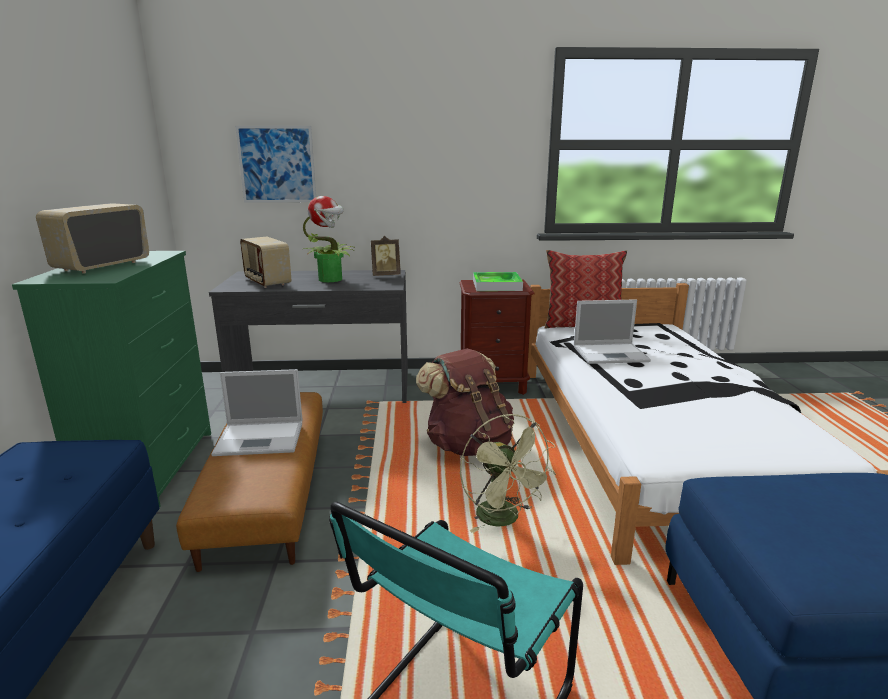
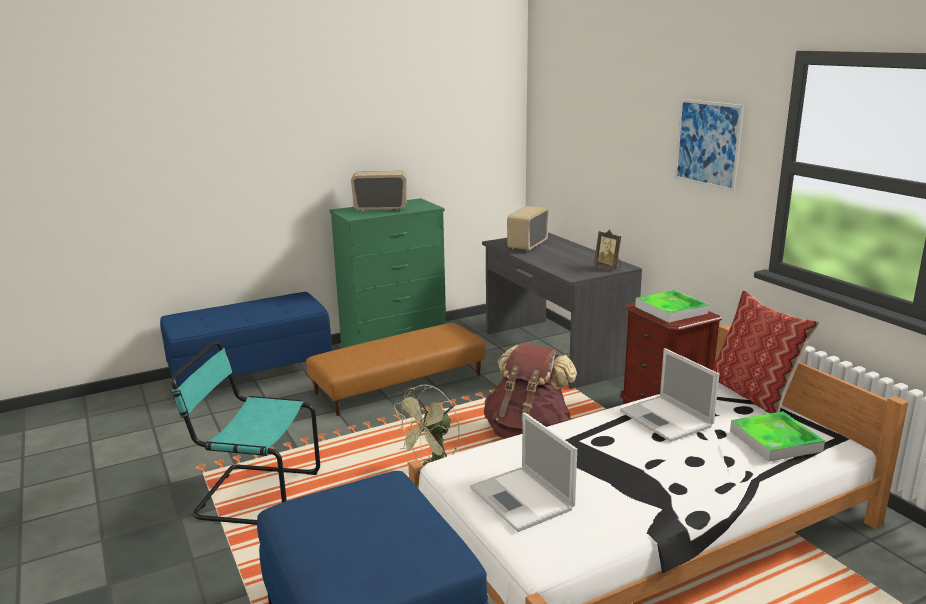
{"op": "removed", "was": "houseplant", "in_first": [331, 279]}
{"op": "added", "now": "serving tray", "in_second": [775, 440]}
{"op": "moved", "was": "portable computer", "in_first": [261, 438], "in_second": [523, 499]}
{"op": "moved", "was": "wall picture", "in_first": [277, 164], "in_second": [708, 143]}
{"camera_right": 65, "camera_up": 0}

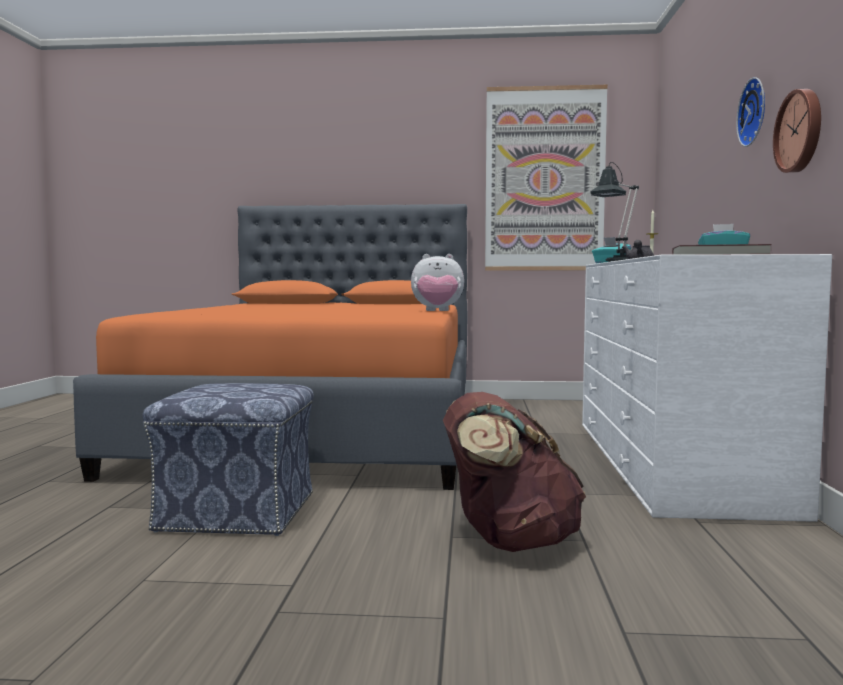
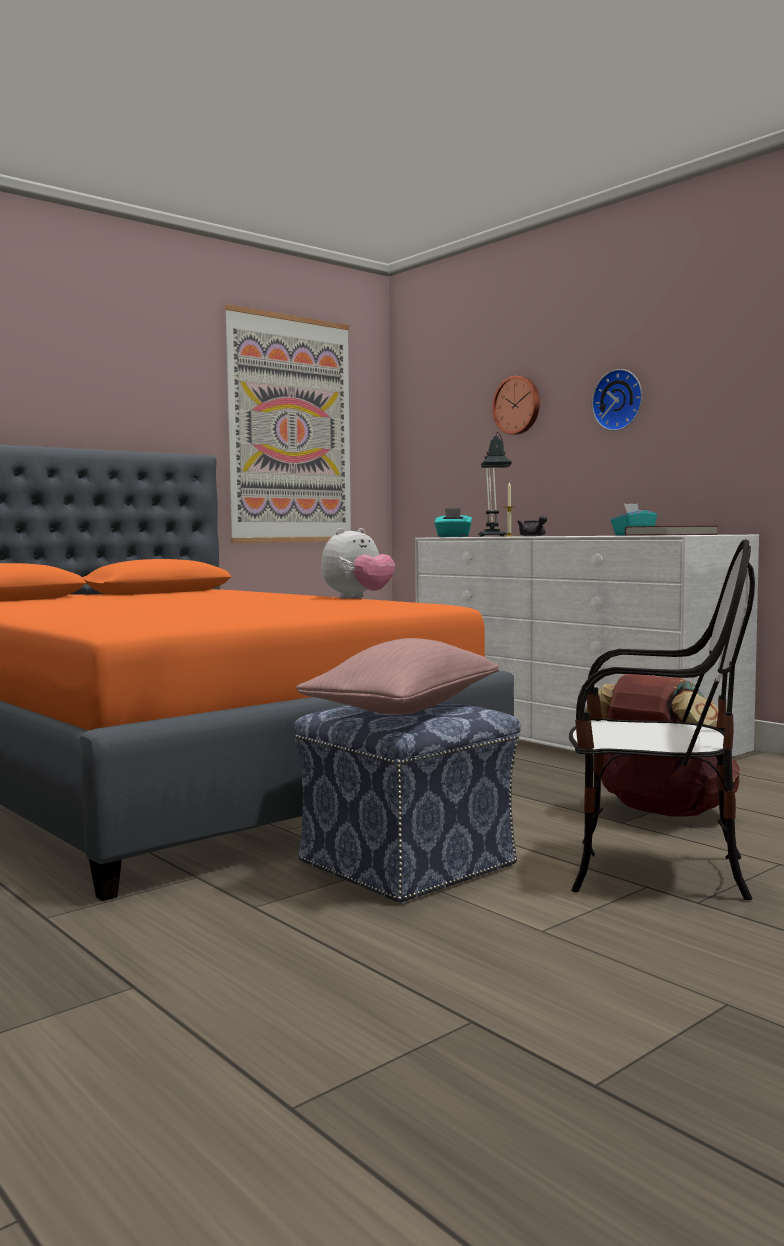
{"op": "added", "now": "pink-coloured throw pillow", "in_second": [404, 710]}
{"op": "added", "now": "upright chair", "in_second": [655, 871]}
{"op": "moved", "was": "wall clock", "in_first": [800, 131], "in_second": [518, 405]}
{"camera_right": -45, "camera_up": 0}

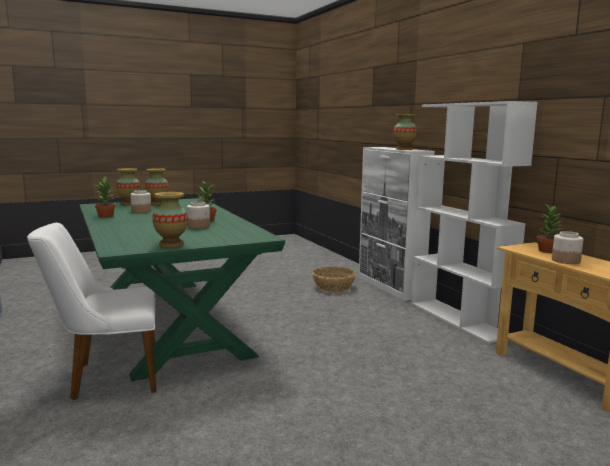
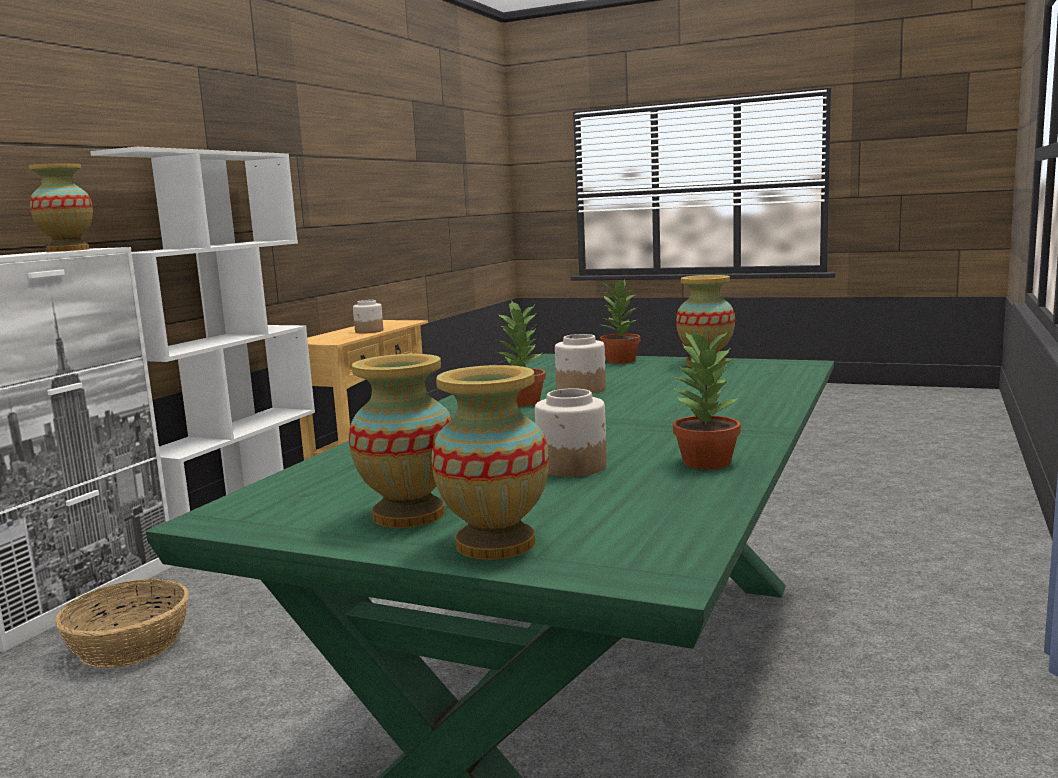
{"op": "removed", "was": "white upright chair", "in_first": [106, 377]}
{"op": "moved", "was": "houseplant", "in_first": [547, 251], "in_second": [620, 361]}
{"camera_right": -130, "camera_up": 0}

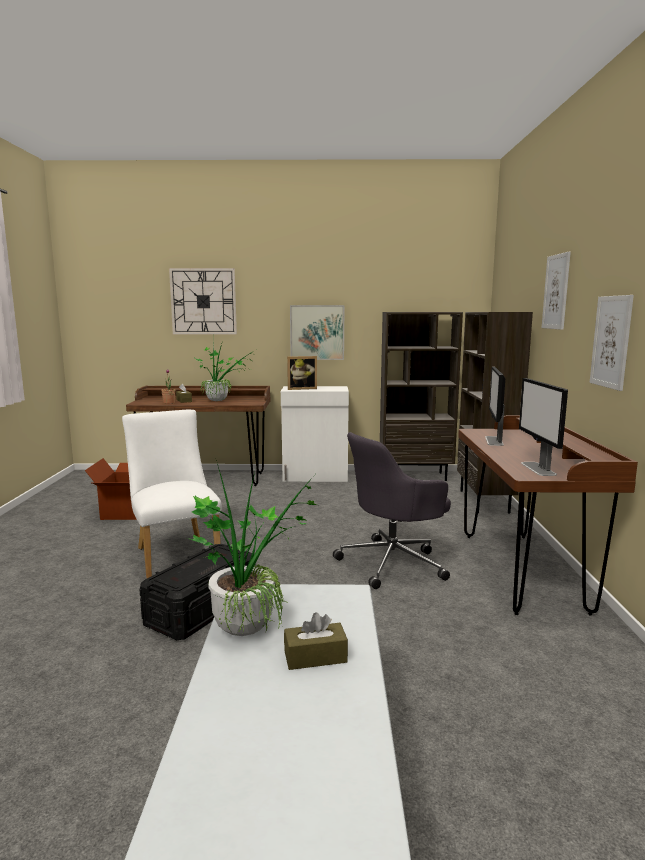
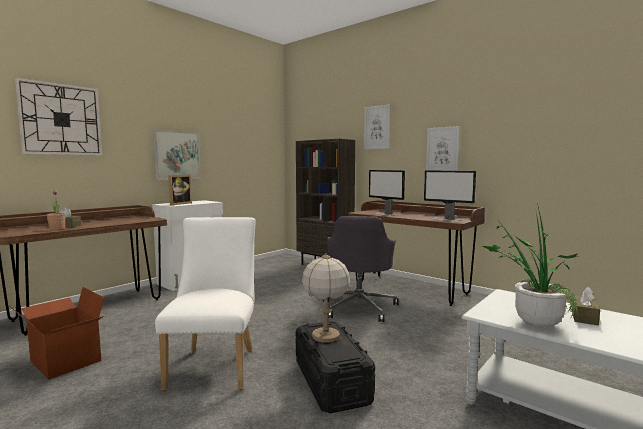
{"op": "removed", "was": "houseplant", "in_first": [222, 400]}
{"op": "removed", "was": "brownish bookshelf", "in_first": [415, 476]}
{"op": "added", "now": "lamp for a table", "in_second": [325, 336]}
{"op": "turned", "was": "white upright chair", "in_first": [175, 553], "in_second": [215, 364], "clockwise": 75}
{"camera_right": -50, "camera_up": -5}

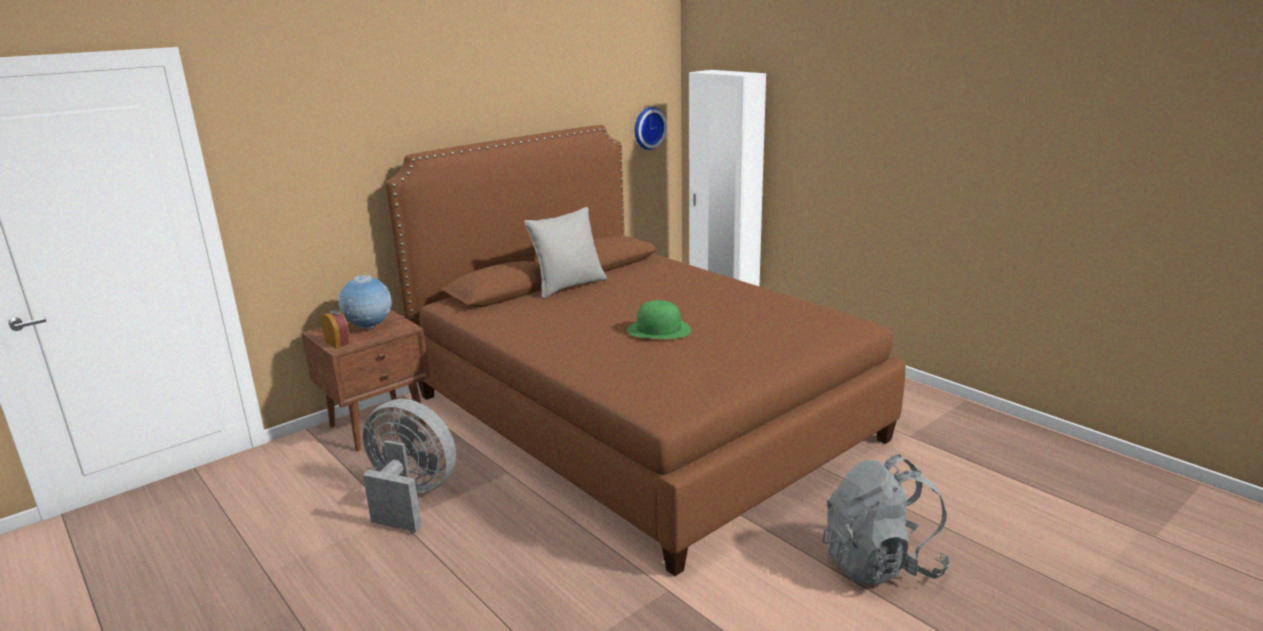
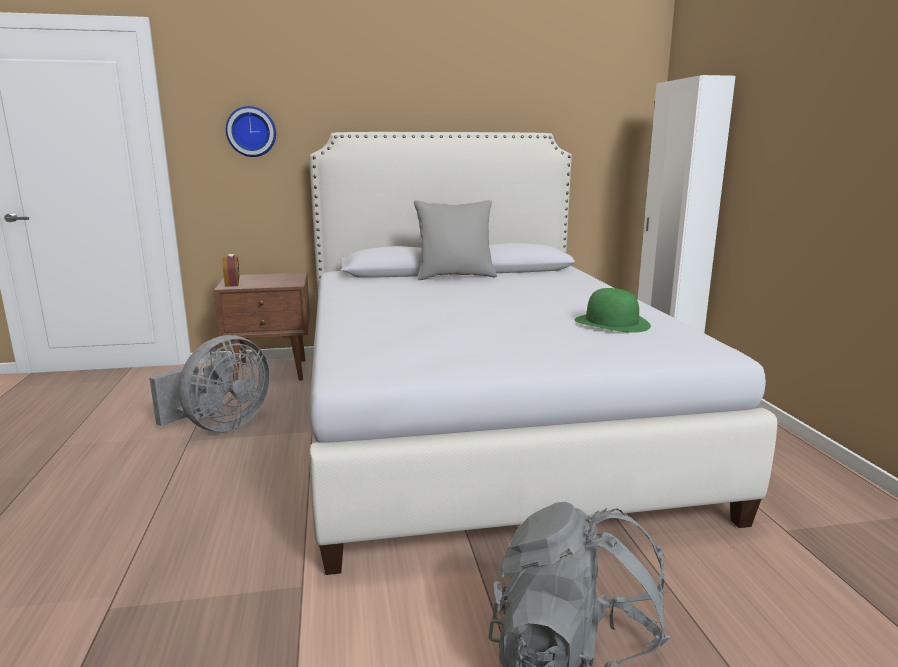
{"op": "removed", "was": "world globe", "in_first": [369, 327]}
{"op": "moved", "was": "green-coloured clothing hat", "in_first": [659, 329], "in_second": [612, 323]}
{"op": "moved", "was": "wall clock", "in_first": [647, 128], "in_second": [251, 131]}
{"op": "recoloured", "was": "brownish sleeping bed", "now": "white sleeping bed", "in_first": [638, 416], "in_second": [479, 420]}
{"op": "turned", "was": "grey electric fan", "in_first": [411, 497], "in_second": [220, 426], "clockwise": 75}
{"camera_right": 30, "camera_up": -5}

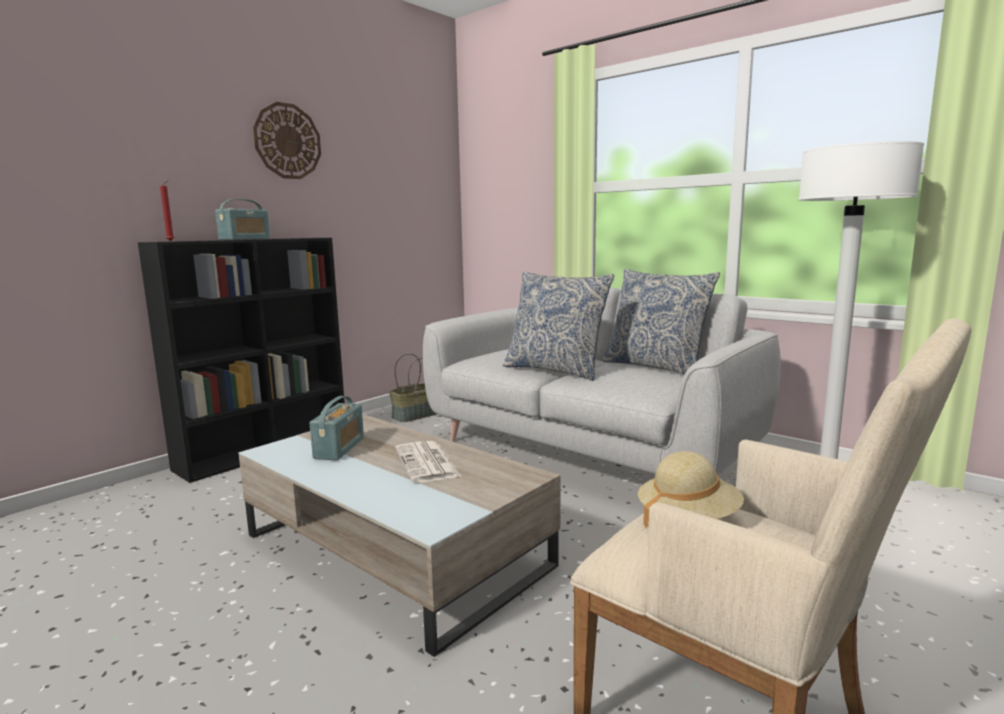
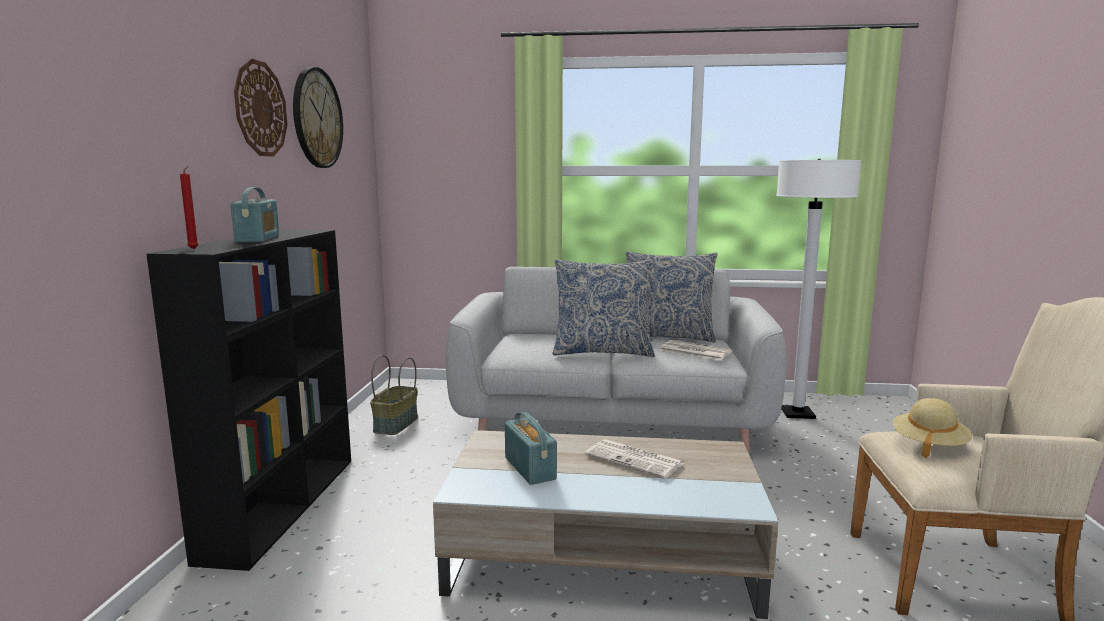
{"op": "added", "now": "wall clock", "in_second": [317, 118]}
{"op": "added", "now": "daily paper", "in_second": [693, 351]}
{"camera_right": -35, "camera_up": 0}

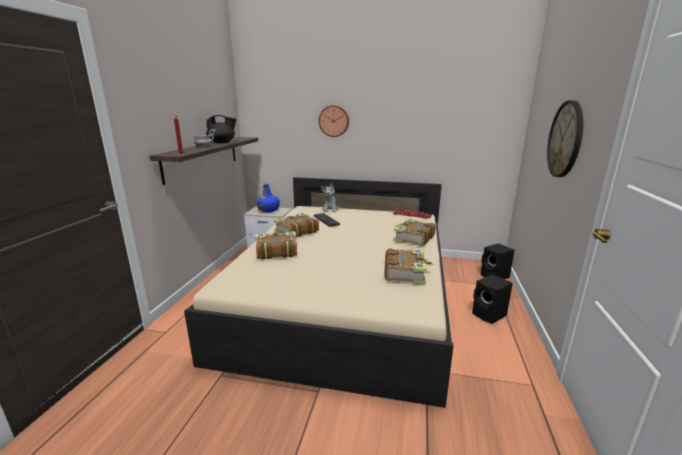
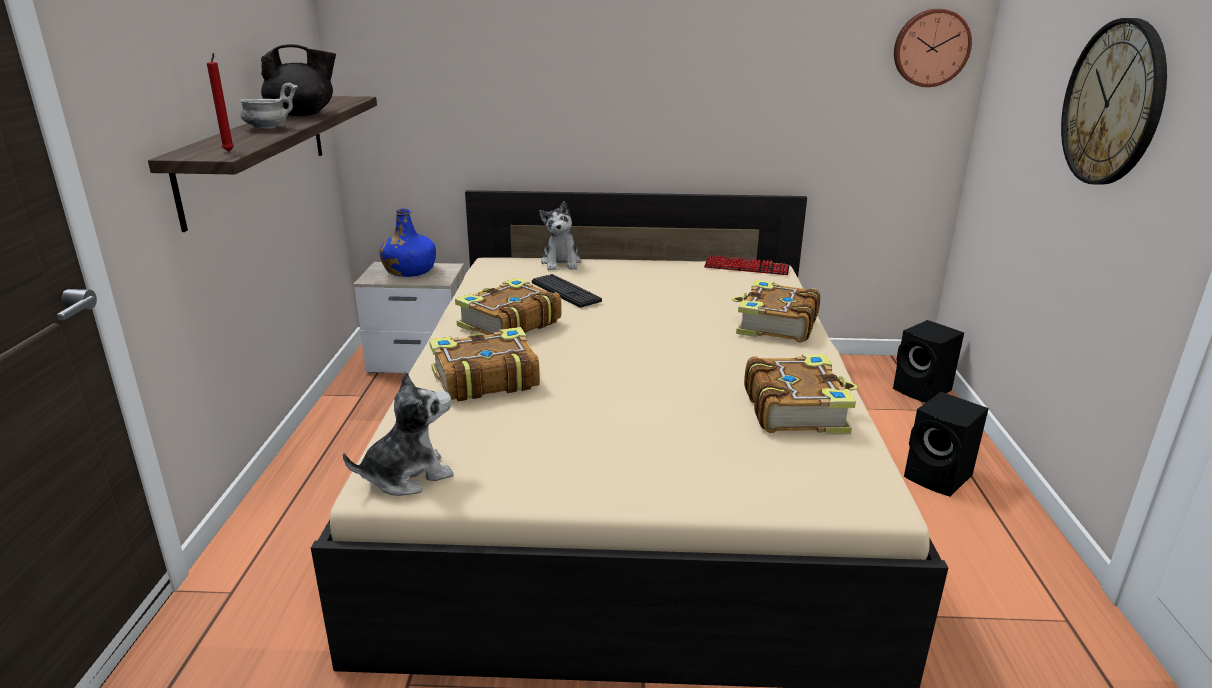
{"op": "added", "now": "soft toy", "in_second": [407, 476]}
{"op": "moved", "was": "wall clock", "in_first": [334, 121], "in_second": [930, 48]}
{"camera_right": -10, "camera_up": 5}

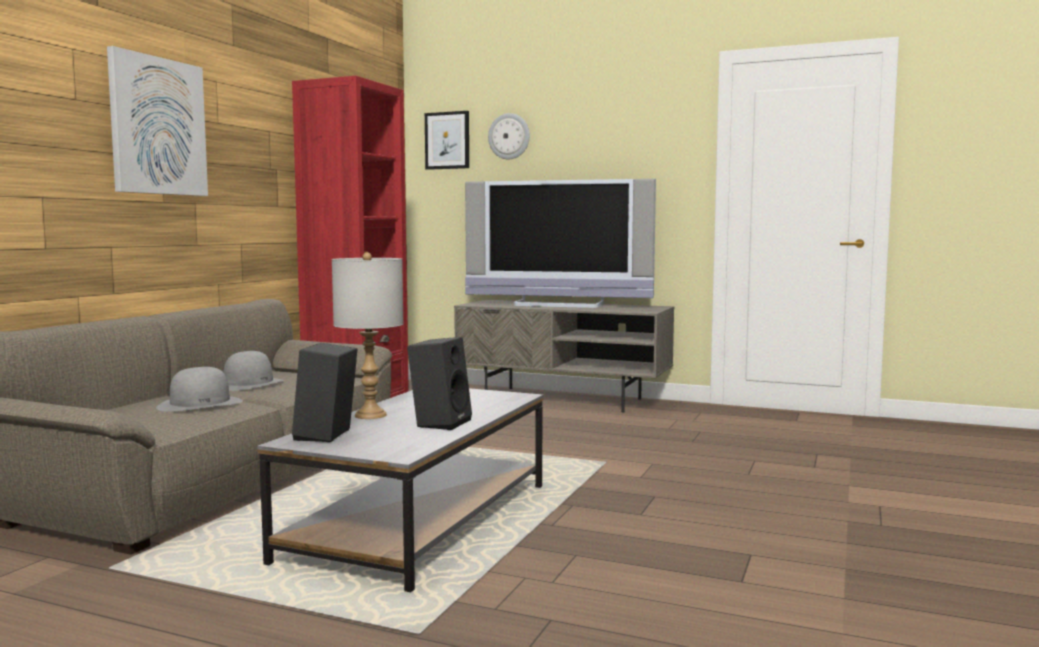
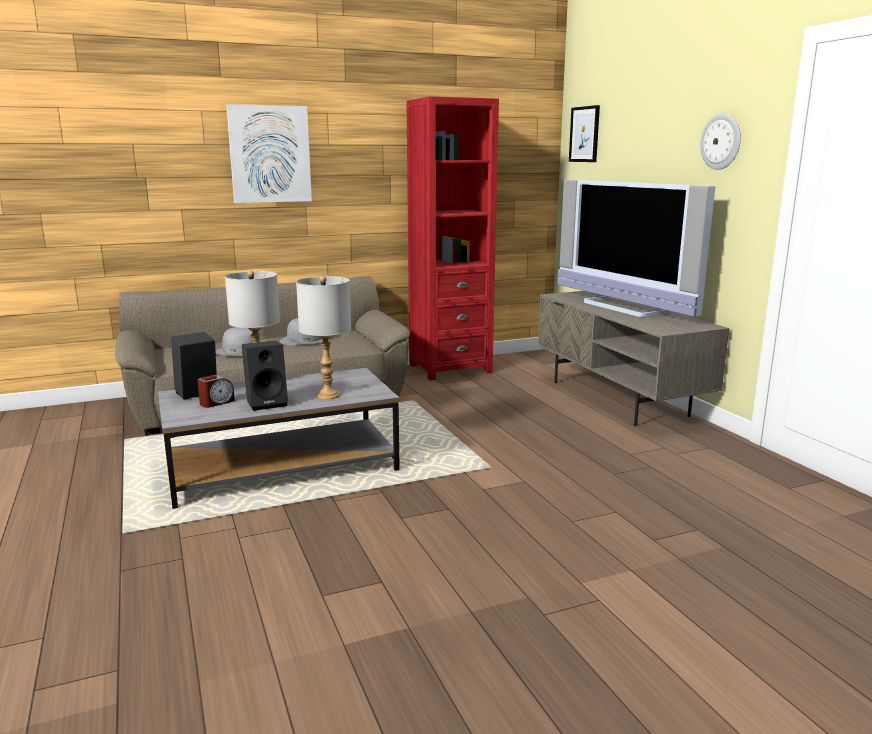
{"op": "added", "now": "alarm clock", "in_second": [216, 402]}
{"op": "added", "now": "grey lamp for a table", "in_second": [328, 395]}
{"op": "moved", "was": "wall clock", "in_first": [509, 136], "in_second": [721, 141]}
{"camera_right": 45, "camera_up": 10}

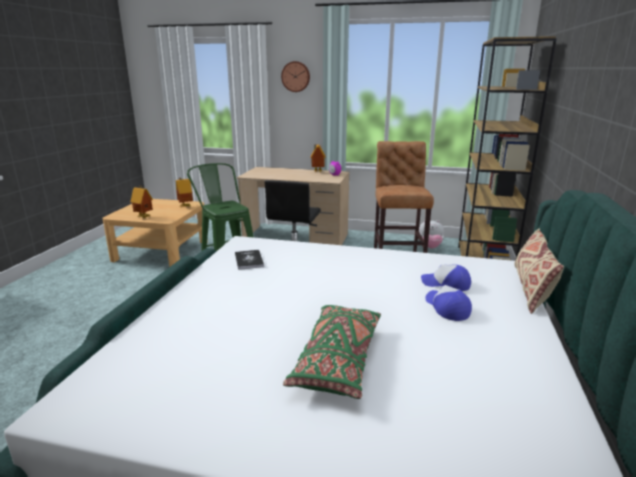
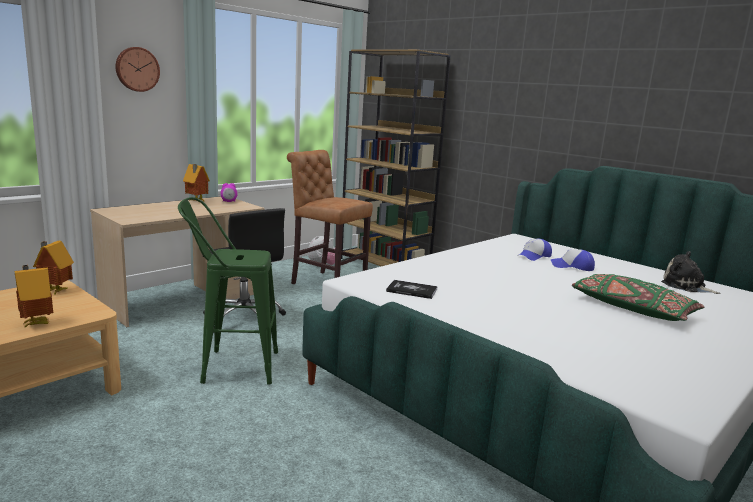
{"op": "removed", "was": "beige-coloured throw pillow", "in_first": [531, 288]}
{"op": "added", "now": "soft toy", "in_second": [686, 286]}
{"camera_right": -60, "camera_up": -5}

